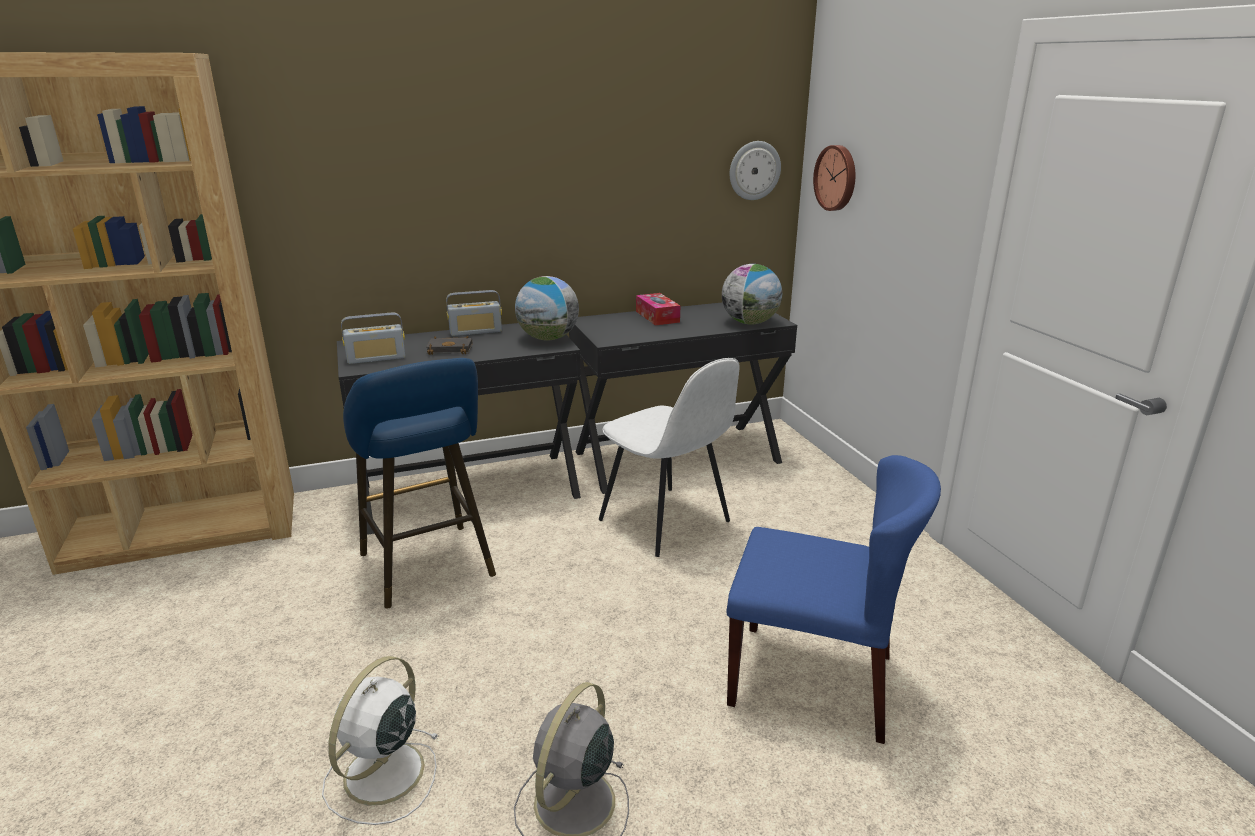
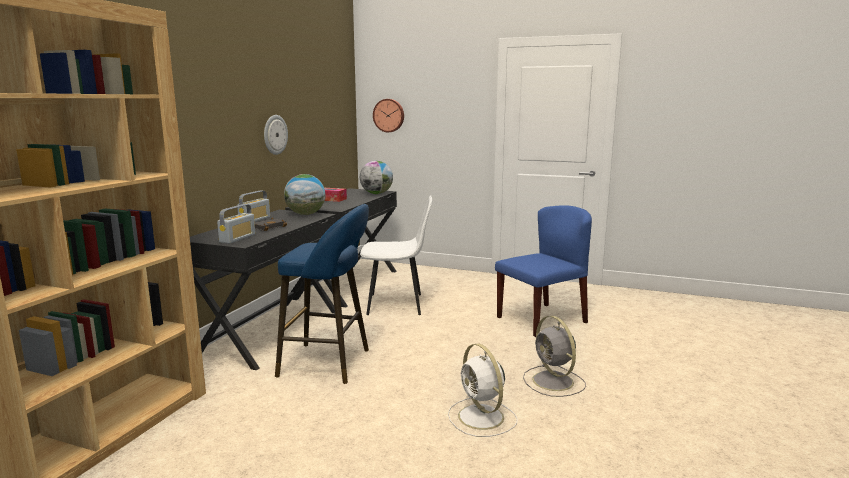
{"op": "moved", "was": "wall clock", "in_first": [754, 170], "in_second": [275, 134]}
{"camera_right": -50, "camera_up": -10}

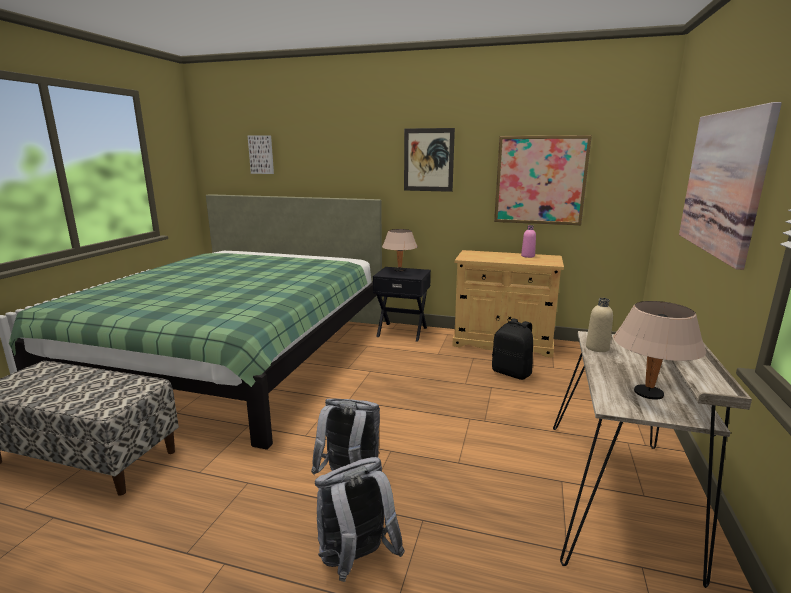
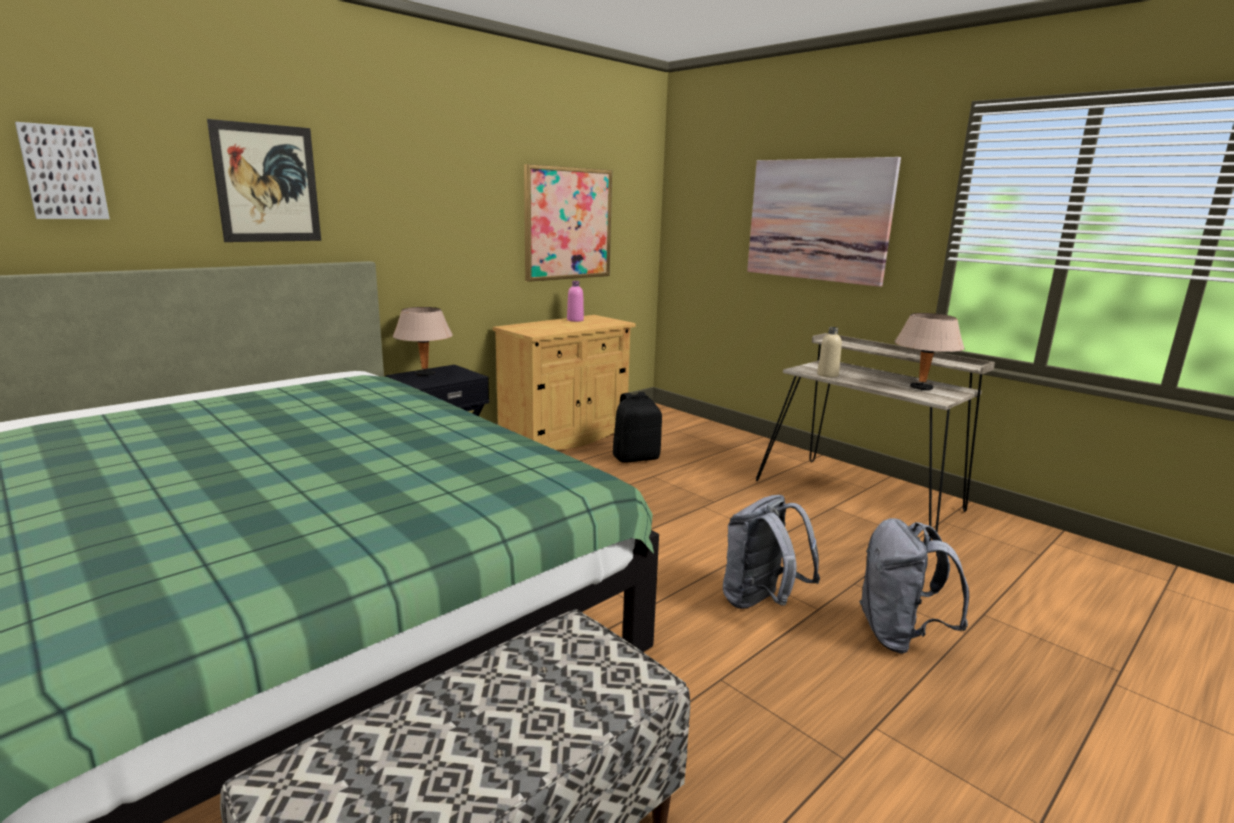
{"op": "moved", "was": "wall picture", "in_first": [428, 160], "in_second": [267, 184]}
{"camera_right": -60, "camera_up": 0}

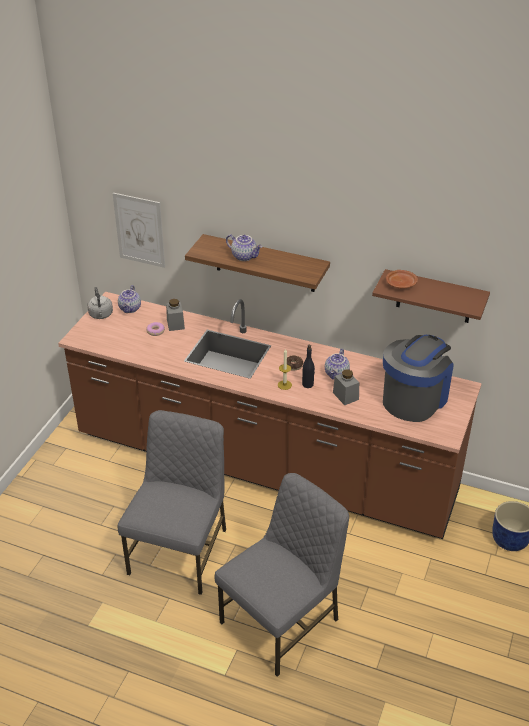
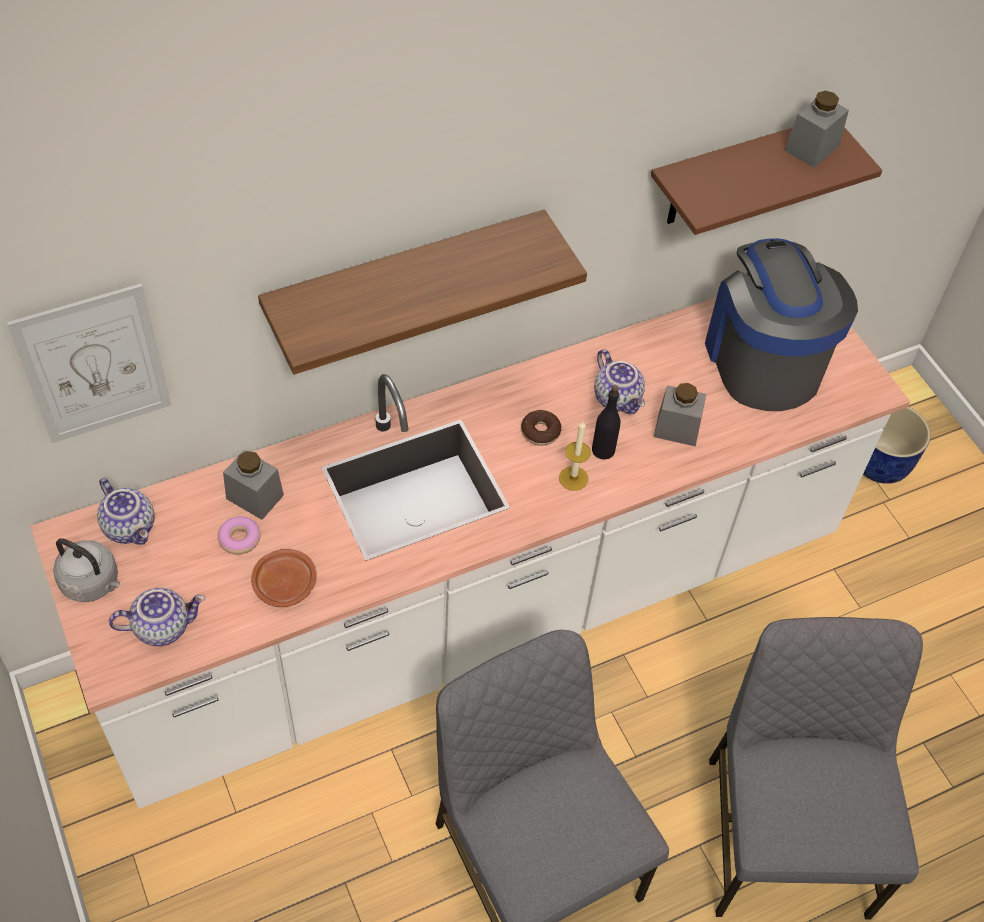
{"op": "added", "now": "grey preserve jar", "in_second": [812, 148]}
{"op": "moved", "was": "tea pot", "in_first": [244, 256], "in_second": [162, 626]}
{"op": "moved", "was": "brownish flat dish", "in_first": [401, 284], "in_second": [285, 583]}
{"op": "recoloured", "was": "brownish kitchen base unit", "now": "white kitchen base unit", "in_first": [264, 466], "in_second": [480, 611]}
{"camera_right": -50, "camera_up": 15}

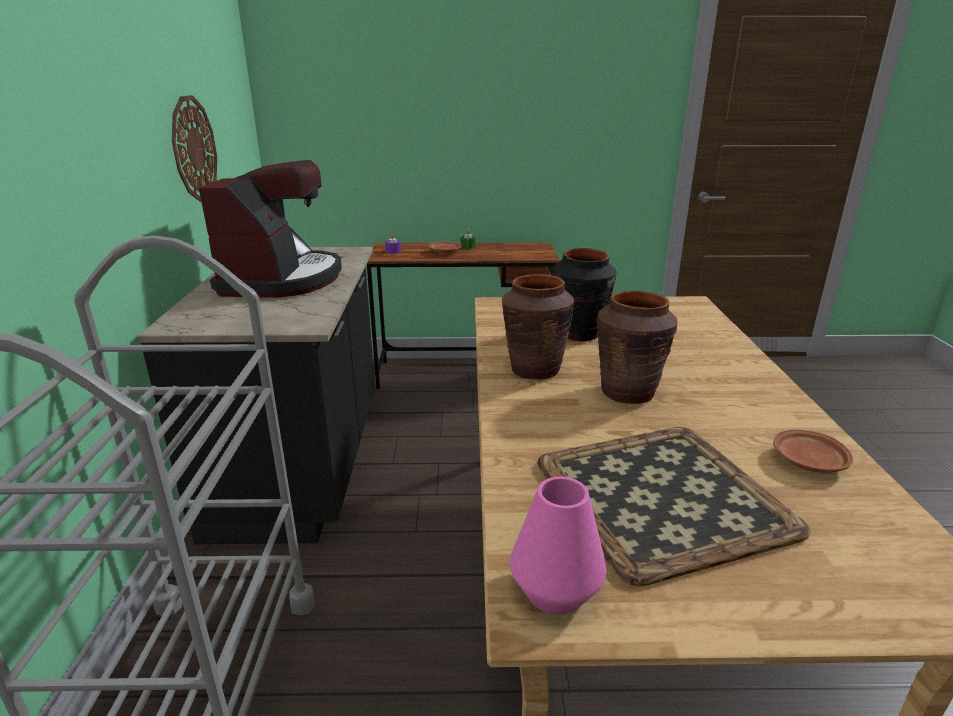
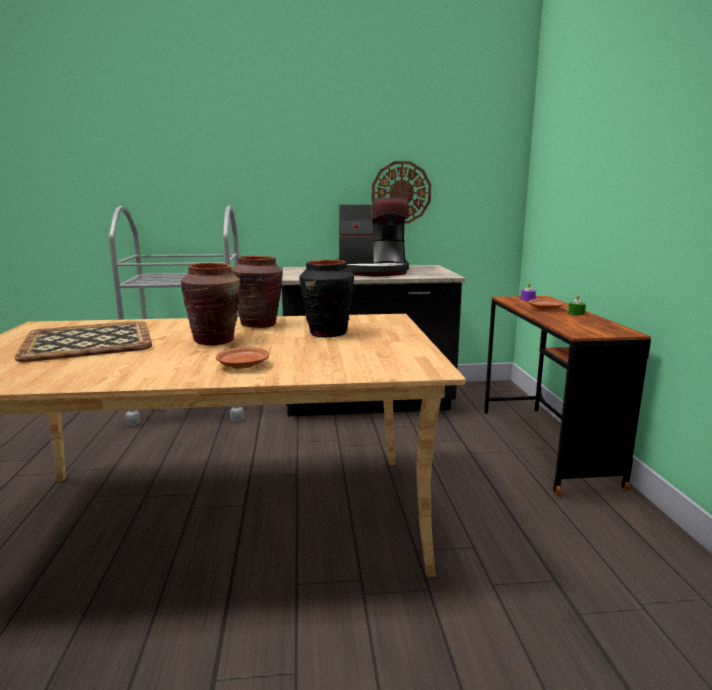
{"op": "removed", "was": "pink-coloured flower vase", "in_first": [555, 591]}
{"op": "moved", "was": "brownish flat dish", "in_first": [808, 462], "in_second": [242, 365]}
{"camera_right": 85, "camera_up": -10}

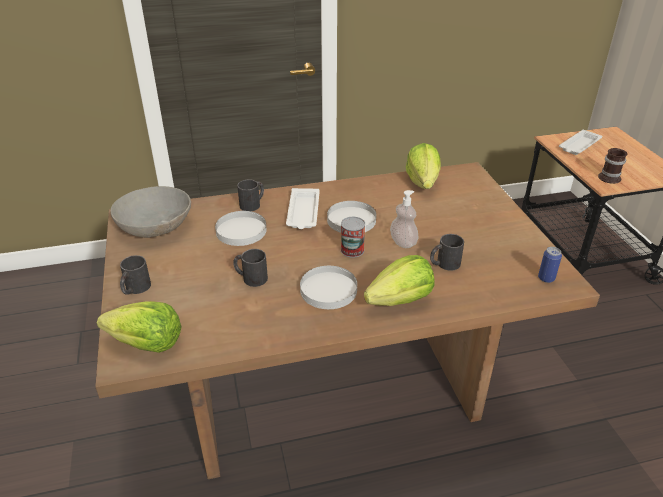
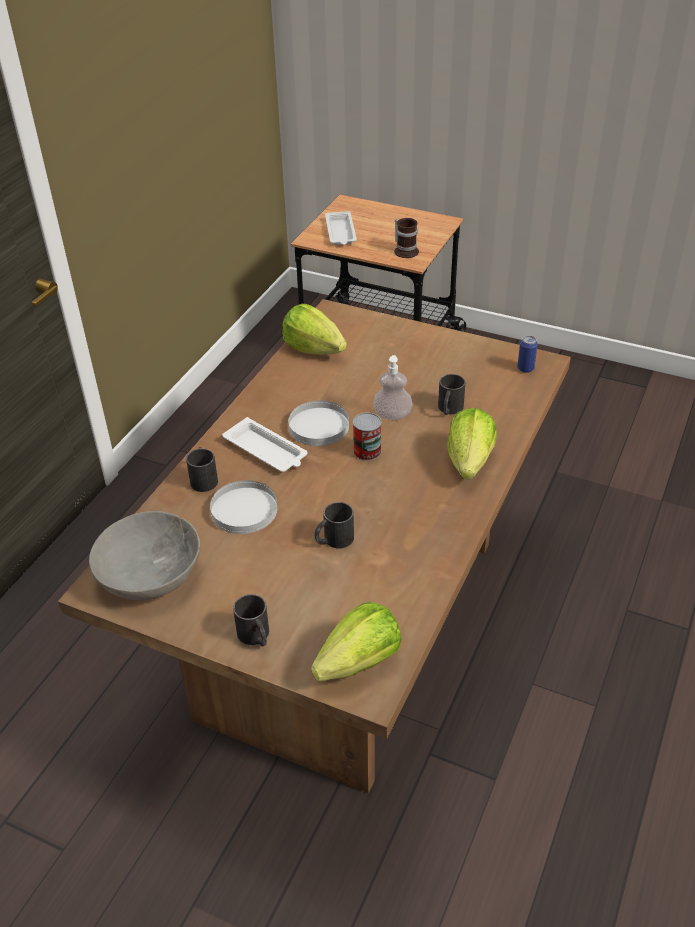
{"op": "removed", "was": "white flat dish", "in_first": [328, 289]}
{"camera_right": -50, "camera_up": 5}

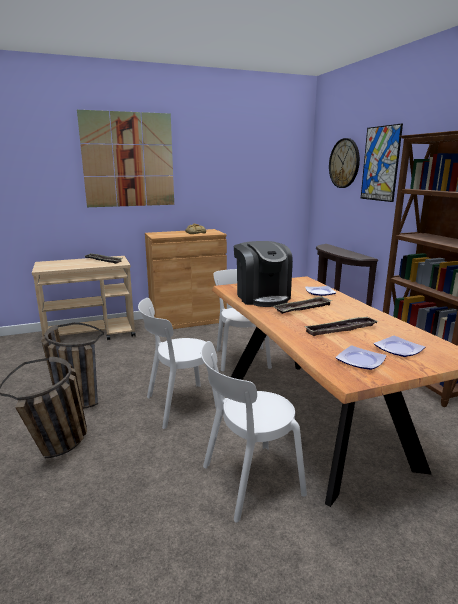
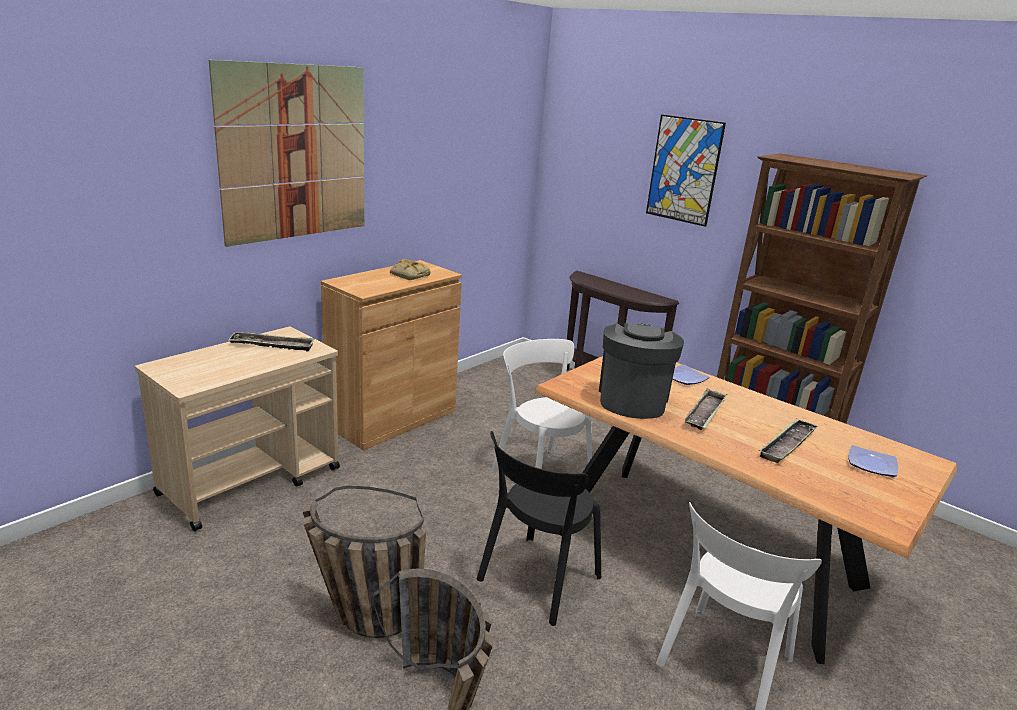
{"op": "removed", "was": "wall clock", "in_first": [344, 163]}
{"op": "removed", "was": "flat dish", "in_first": [361, 361]}
{"op": "recoloured", "was": "white upright chair", "now": "blackish upright chair", "in_first": [178, 405], "in_second": [536, 581]}
{"op": "turned", "was": "coffee machine", "in_first": [262, 297], "in_second": [632, 399], "clockwise": -120}
{"camera_right": -30, "camera_up": 5}

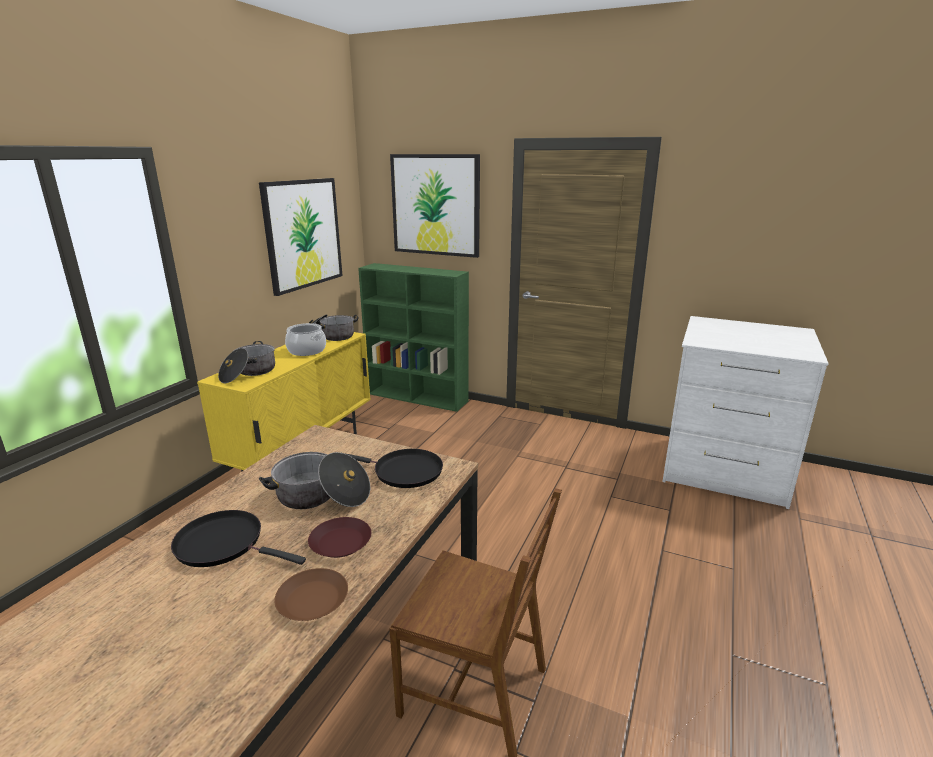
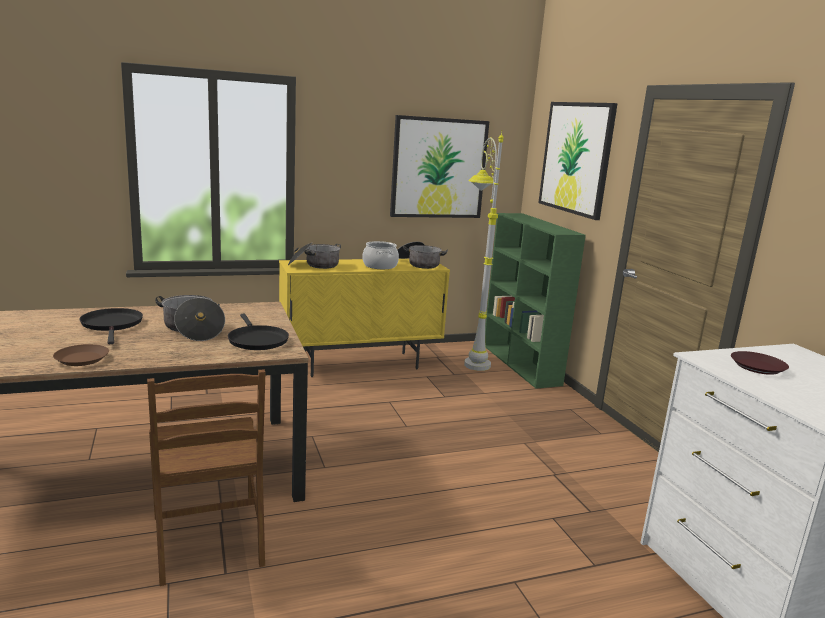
{"op": "added", "now": "grey standing lamp", "in_second": [471, 357]}
{"op": "moved", "was": "brownish flat dish", "in_first": [341, 542], "in_second": [758, 367]}
{"camera_right": 45, "camera_up": -5}

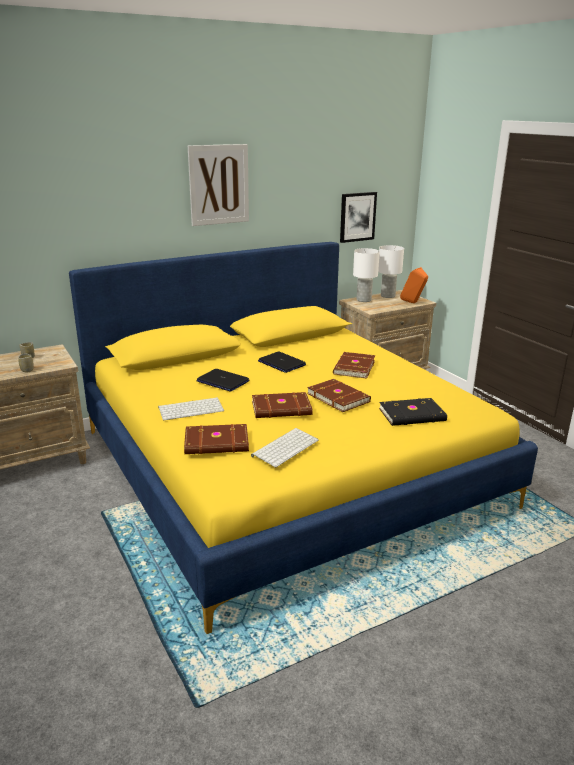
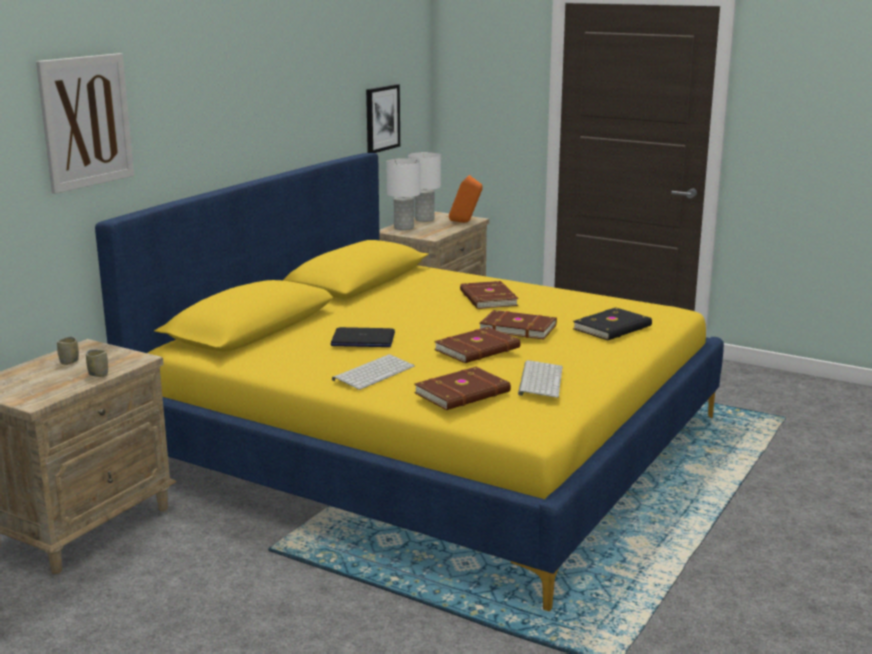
{"op": "removed", "was": "portable computer", "in_first": [281, 363]}
{"op": "moved", "was": "wall picture", "in_first": [219, 184], "in_second": [86, 121]}
{"camera_right": -30, "camera_up": -5}

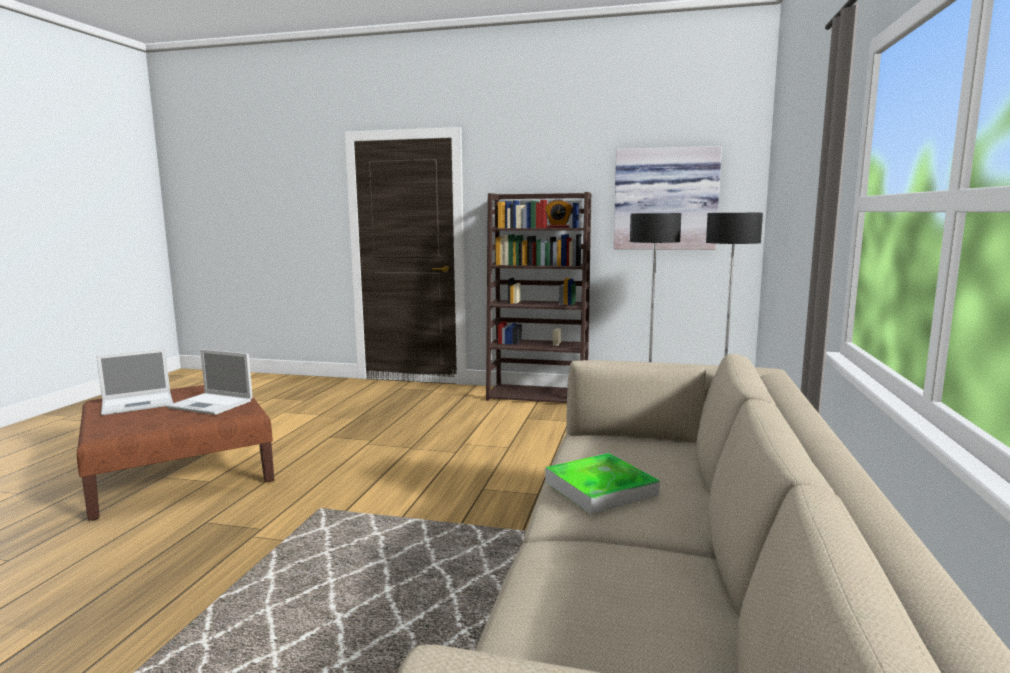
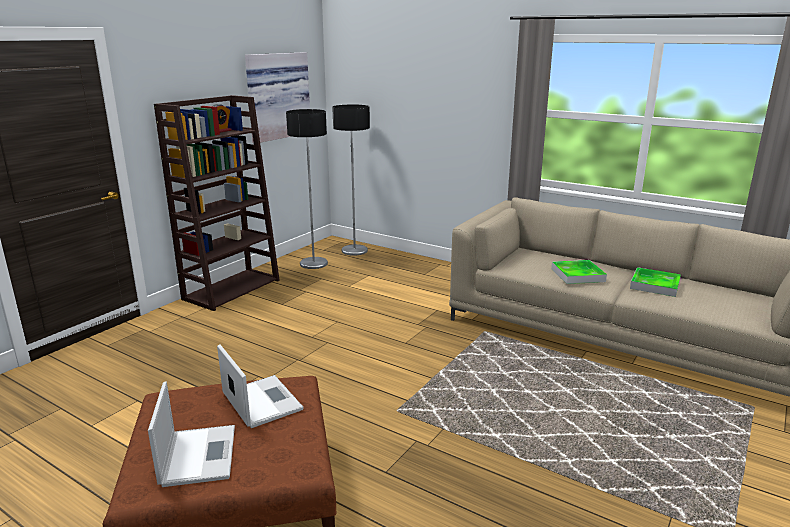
{"op": "added", "now": "serving tray", "in_second": [655, 285]}
{"op": "turned", "was": "portable computer", "in_first": [212, 404], "in_second": [261, 401], "clockwise": -75}
{"camera_right": -70, "camera_up": 10}

